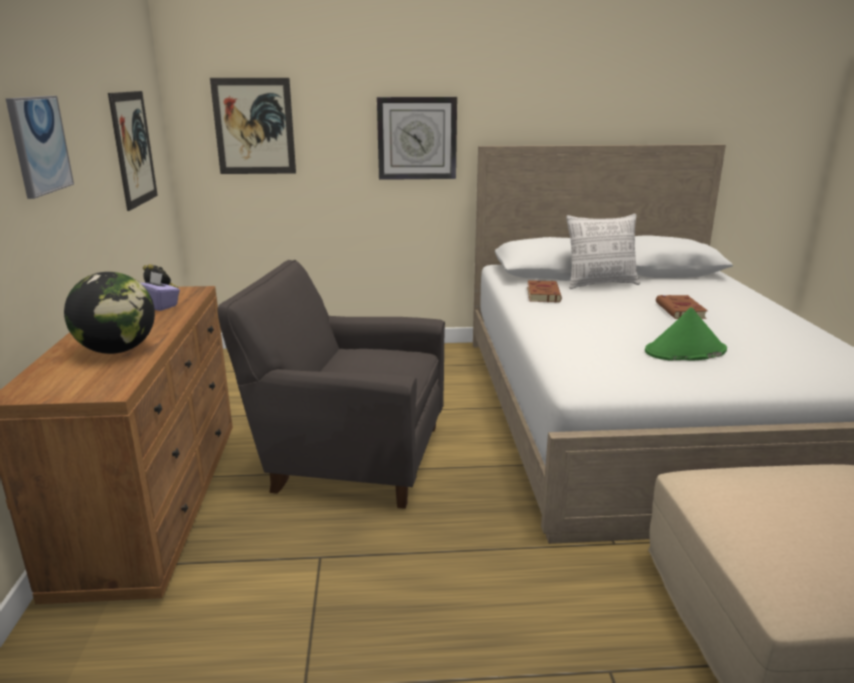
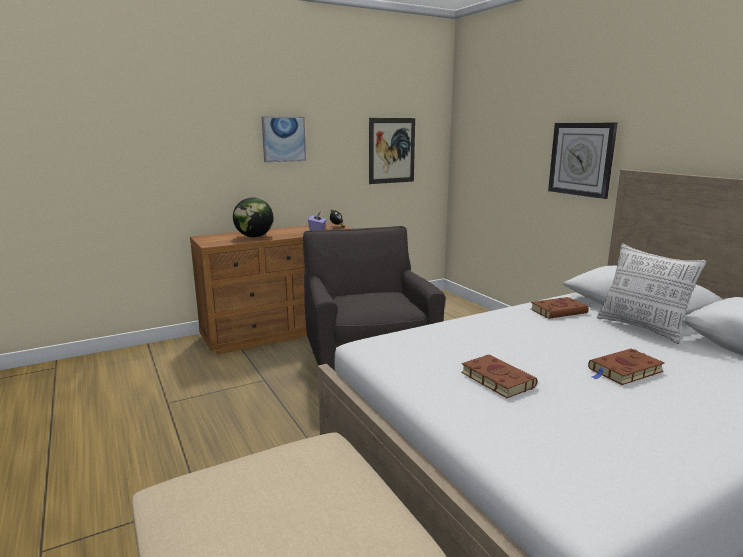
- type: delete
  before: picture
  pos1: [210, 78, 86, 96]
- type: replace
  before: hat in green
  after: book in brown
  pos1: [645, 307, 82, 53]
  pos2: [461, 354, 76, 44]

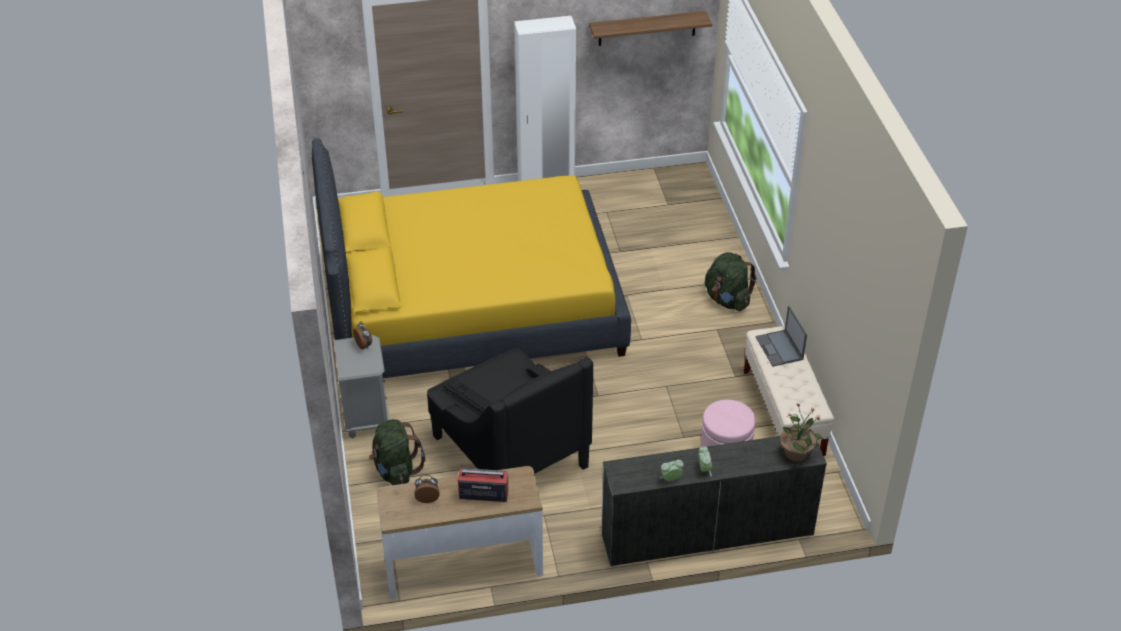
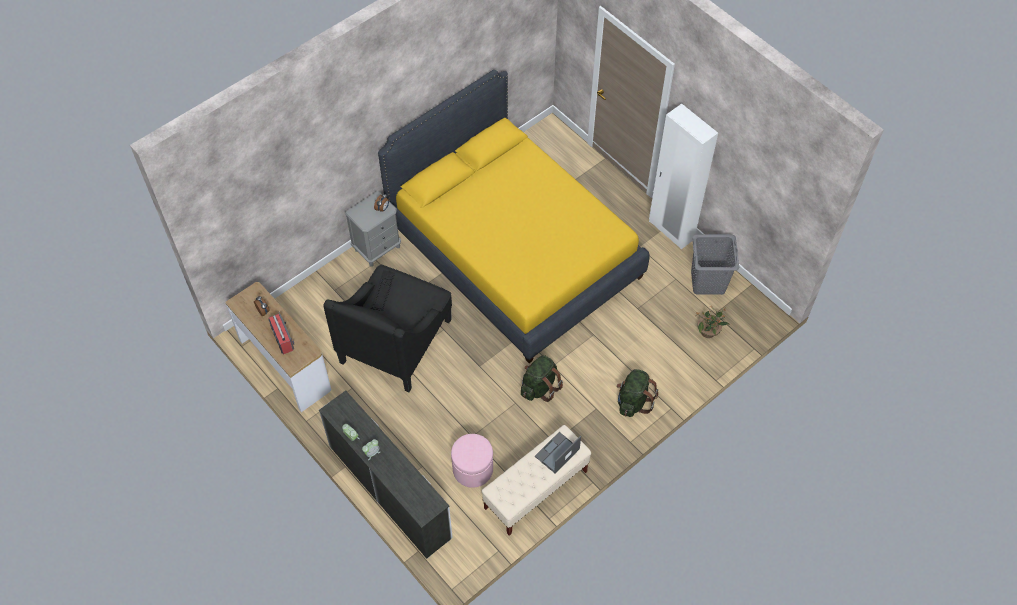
- type: delete
  before: shelf
  pos1: [589, 11, 123, 35]
- type: insert
  after: laundry basket in grey
  pos2: [691, 234, 48, 61]
- type: move
  before: backpack in green
  pos1: [369, 419, 56, 66]
  pos2: [521, 355, 42, 47]
- type: move
  before: potted plant
  pos1: [780, 403, 42, 59]
  pos2: [696, 306, 33, 32]

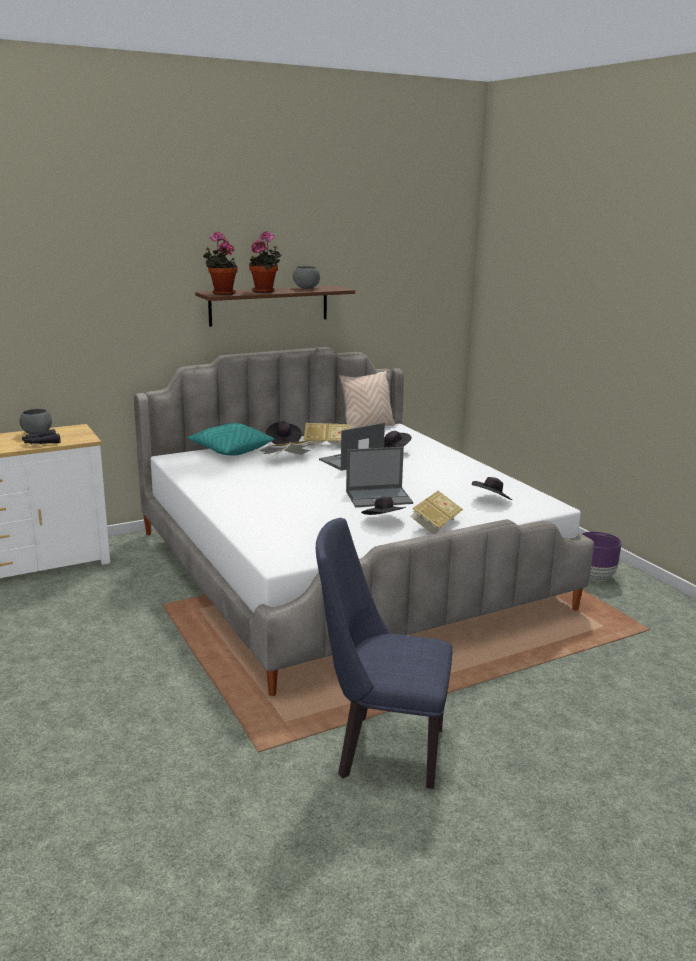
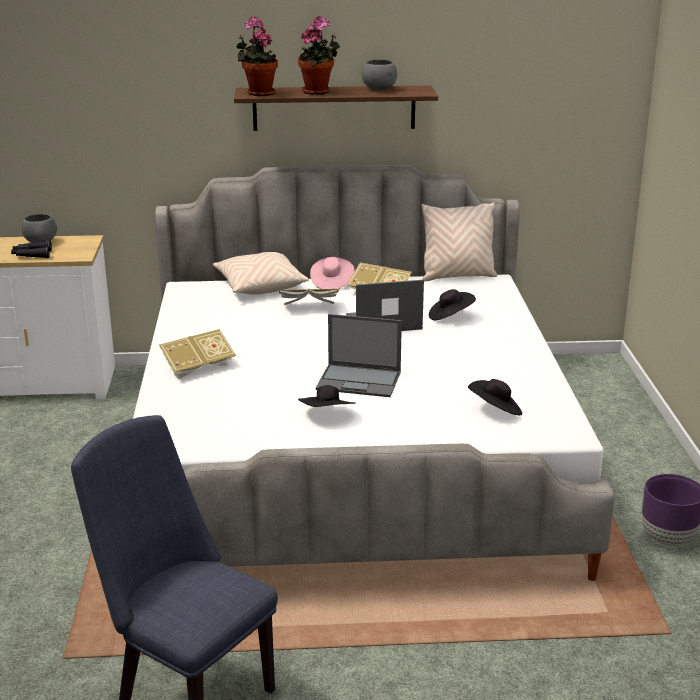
- type: move
  before: book
  pos1: [410, 491, 53, 43]
  pos2: [159, 329, 77, 50]
- type: recolor
  before: pillow in turquoise
  after: pillow in beige
  pos1: [187, 423, 87, 32]
  pos2: [213, 252, 96, 43]
- type: recolor
  before: hat in black
  after: hat in pink
  pos1: [266, 421, 35, 24]
  pos2: [310, 257, 45, 32]

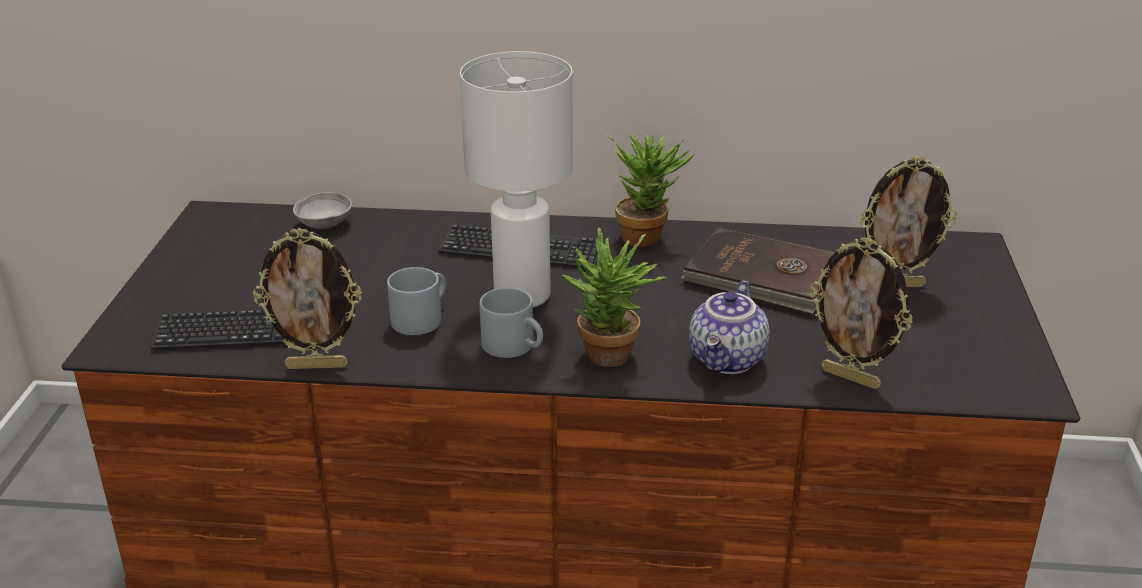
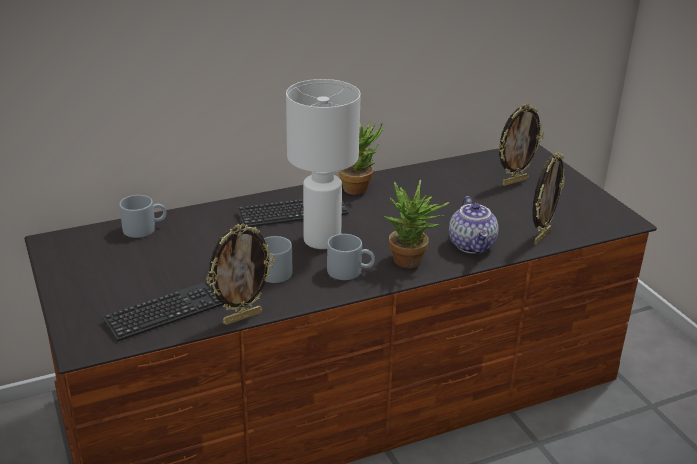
- type: delete
  before: book in brown
  pos1: [681, 227, 154, 87]
- type: replace
  before: bowl in grey
  after: mug in grey
  pos1: [293, 192, 59, 37]
  pos2: [119, 195, 48, 43]
- type: rotate
  before: picture frame
  pos1: [810, 237, 103, 152]
  pos2: [532, 152, 33, 93]
  turn: -60

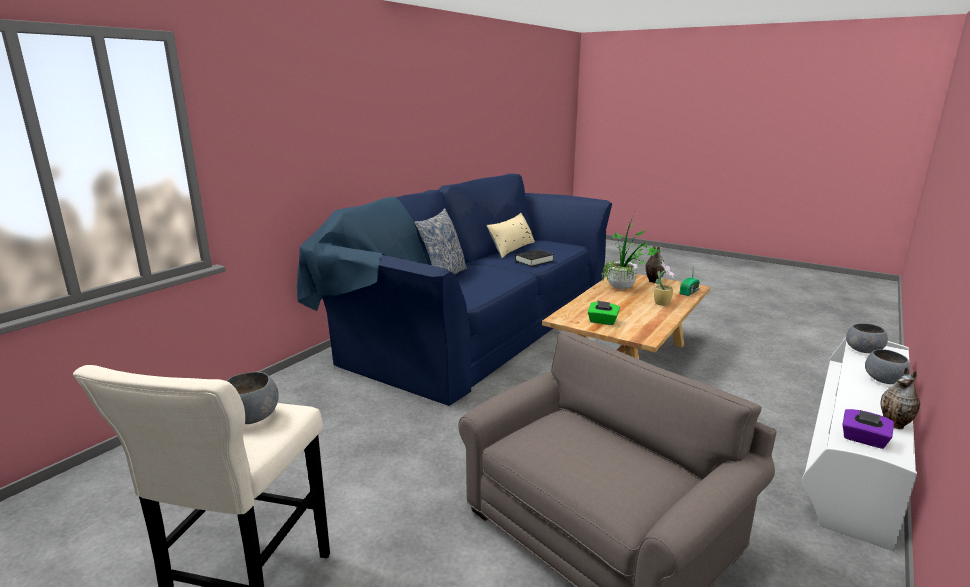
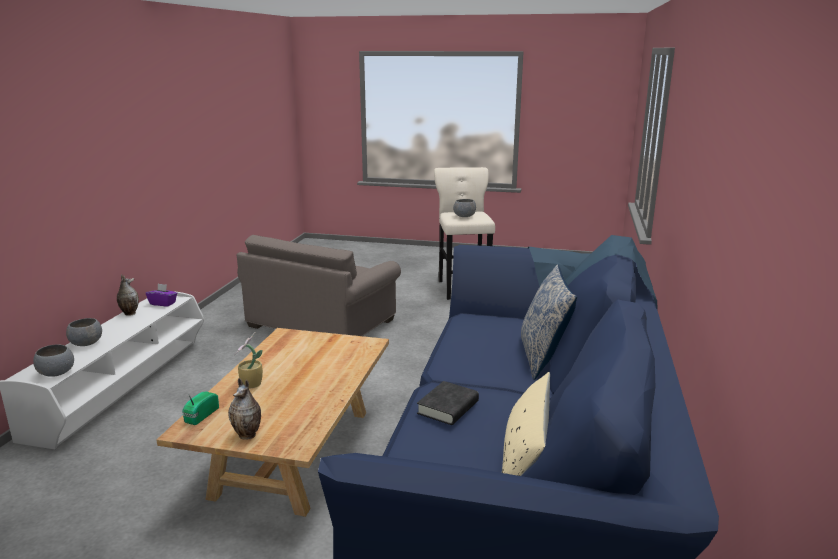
- type: delete
  before: tissue box in green
  pos1: [588, 300, 32, 25]
- type: delete
  before: potted plant
  pos1: [602, 214, 58, 75]

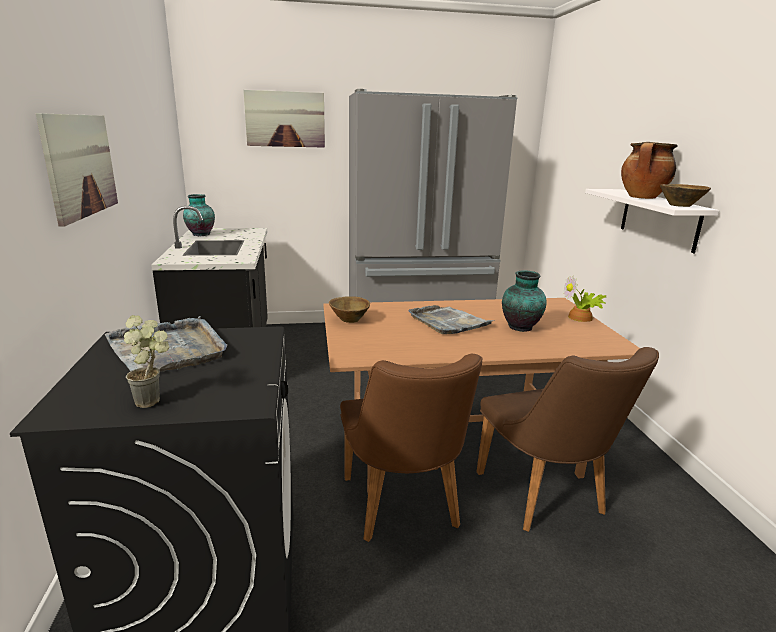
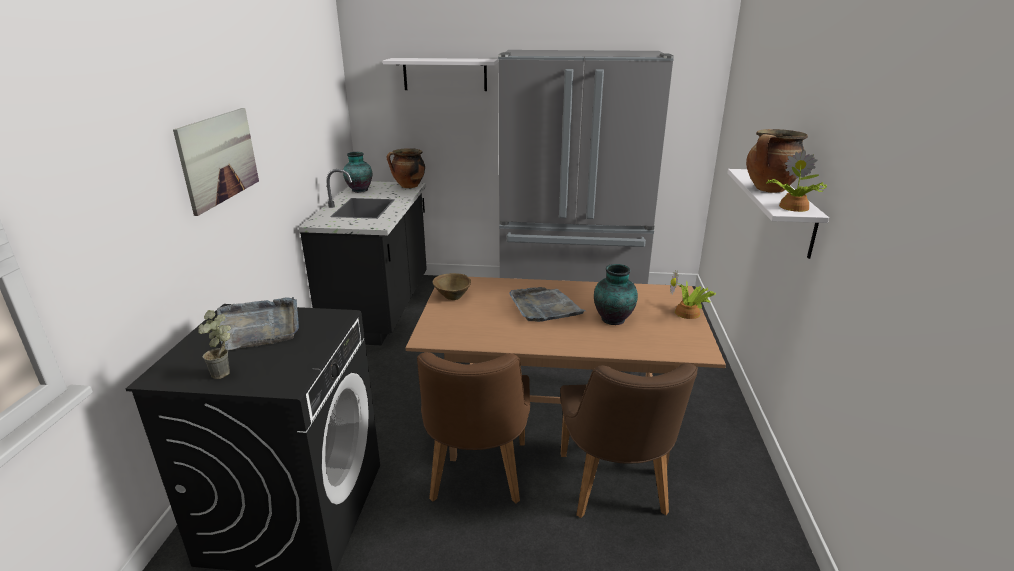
- type: insert
  after: cooking pot
  pos2: [387, 148, 38, 40]
- type: replace
  before: picture
  after: shelf in white
  pos1: [243, 90, 82, 58]
  pos2: [383, 58, 115, 33]
- type: replace
  before: bowl in brown
  after: potted plant
  pos1: [660, 184, 51, 23]
  pos2: [766, 150, 61, 62]

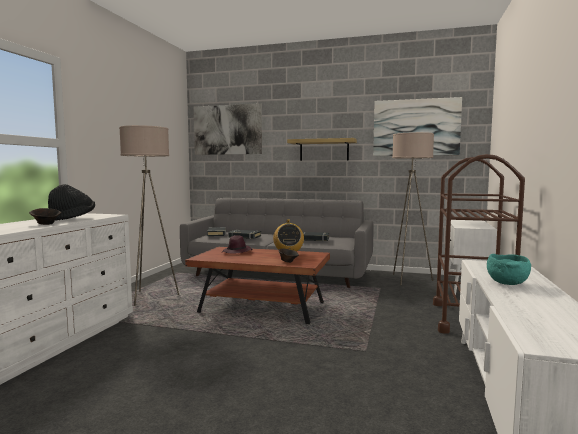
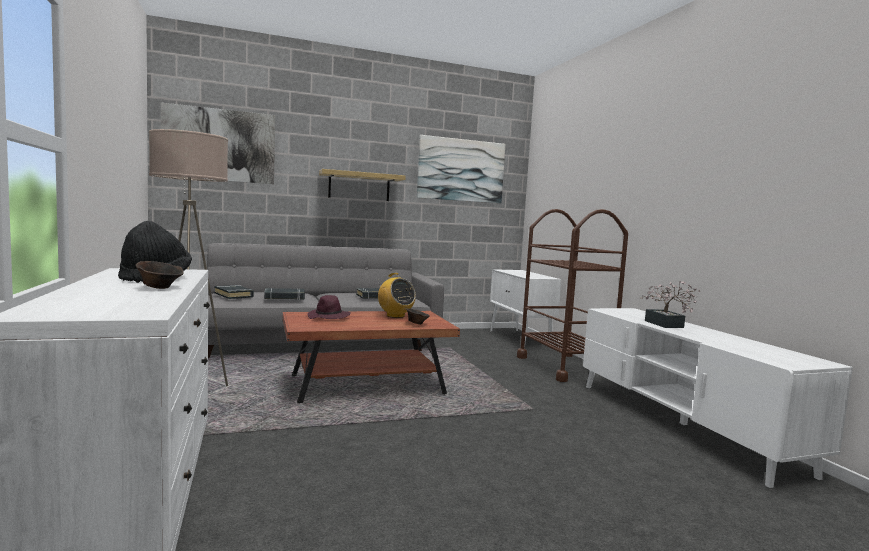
- type: delete
  before: floor lamp in beige
  pos1: [392, 132, 42, 153]
- type: replace
  before: bowl in turquoise
  after: potted plant
  pos1: [487, 254, 44, 31]
  pos2: [640, 281, 60, 47]

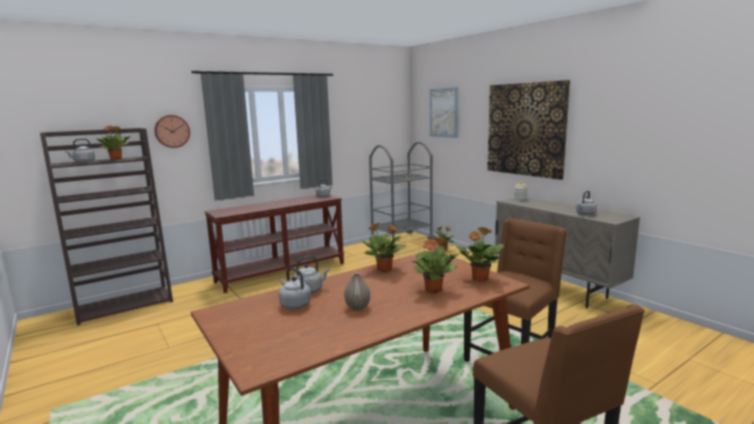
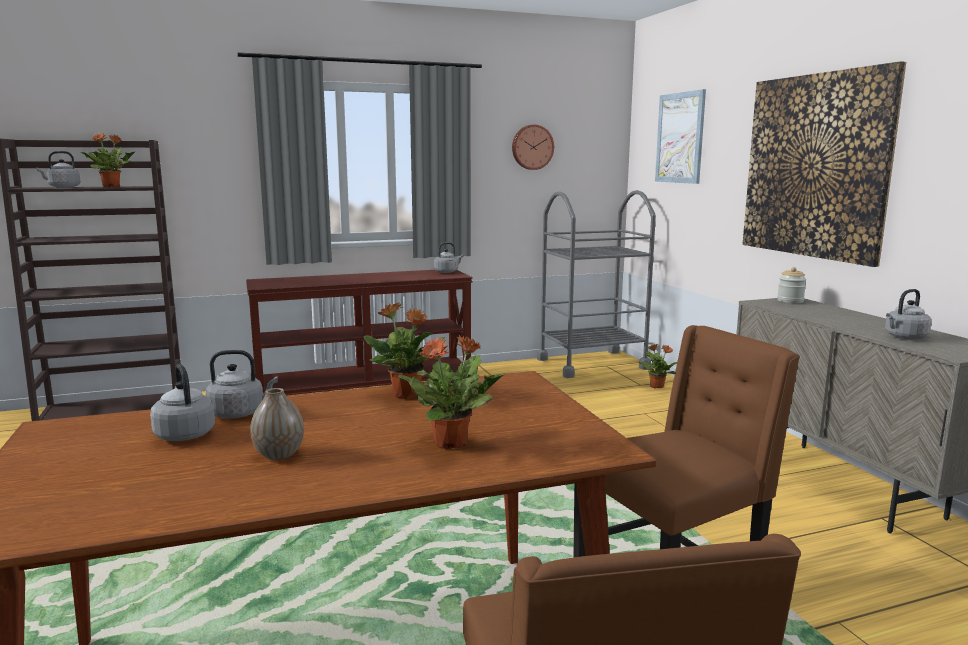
- type: delete
  before: potted plant
  pos1: [456, 227, 48, 55]
- type: move
  before: wall clock
  pos1: [154, 115, 36, 33]
  pos2: [512, 125, 42, 45]

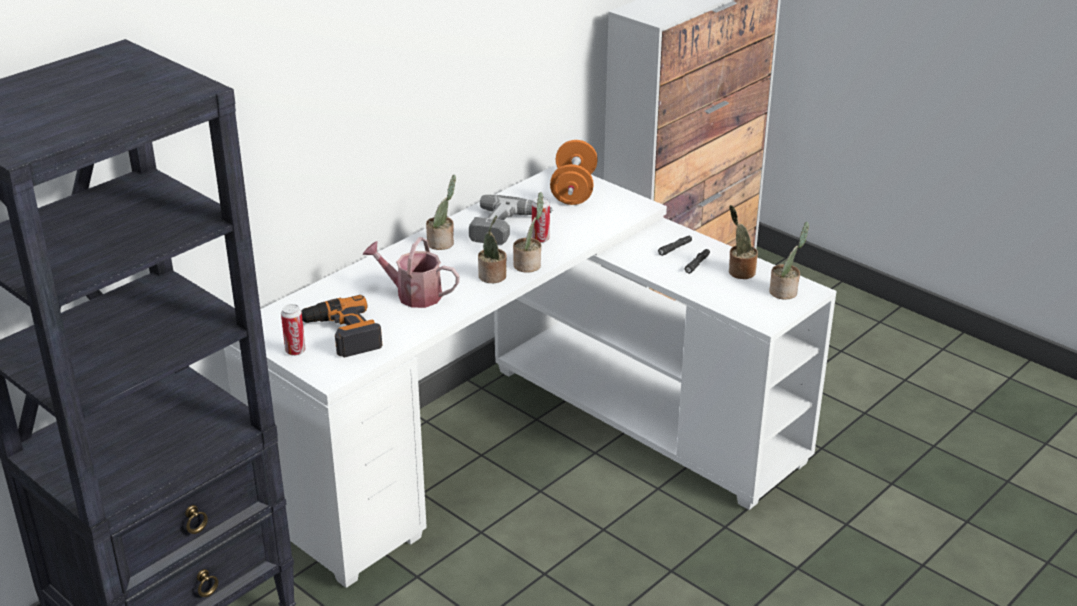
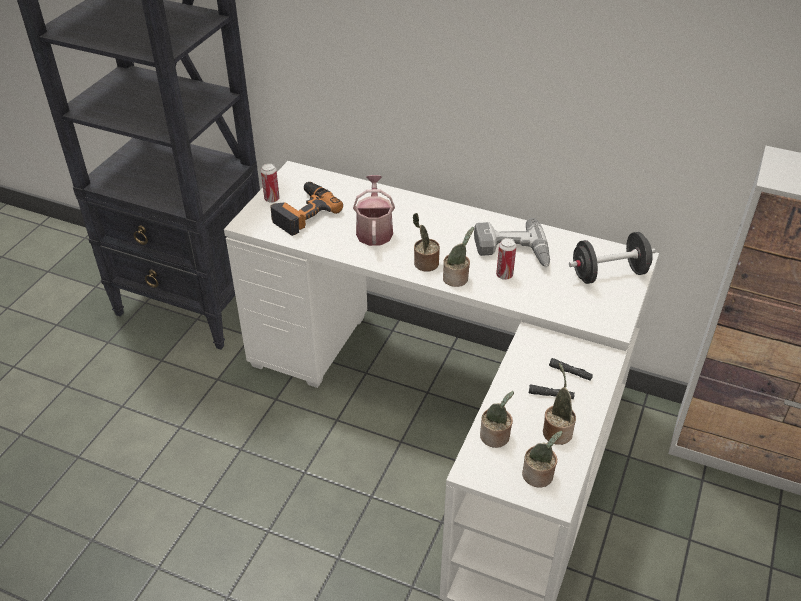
- type: move
  before: potted plant
  pos1: [426, 175, 30, 75]
  pos2: [480, 391, 34, 57]
- type: recolor
  before: dumbbell in orange
  after: dumbbell in black
  pos1: [550, 140, 48, 65]
  pos2: [569, 232, 87, 52]

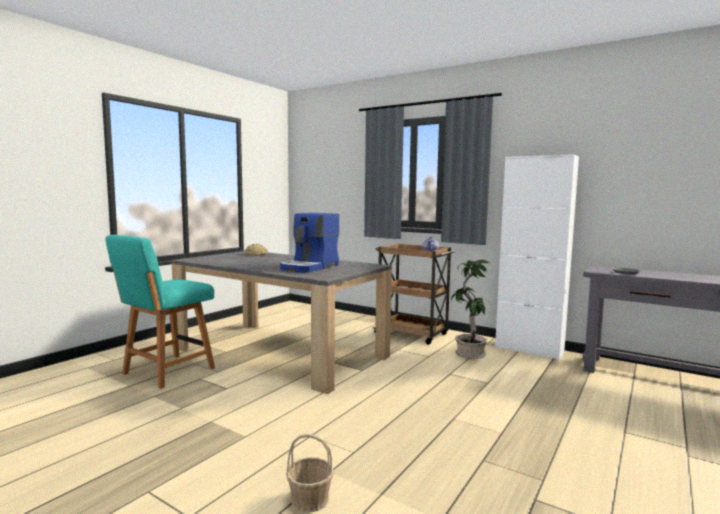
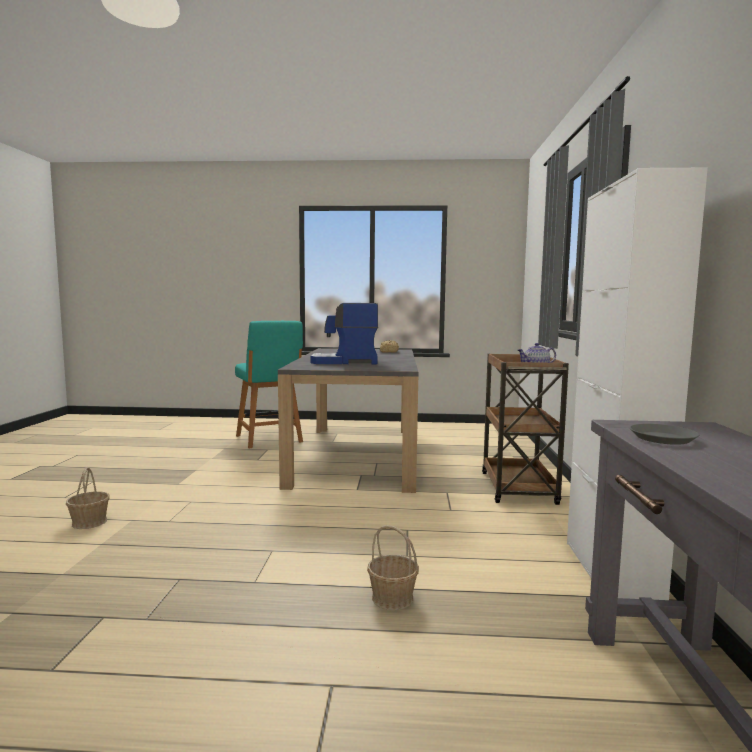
- type: delete
  before: potted plant
  pos1: [451, 260, 39, 99]
- type: insert
  after: basket
  pos2: [367, 525, 52, 85]
- type: rotate
  before: chair in turquoise
  pos1: [106, 235, 109, 154]
  pos2: [235, 321, 68, 127]
  turn: -120

